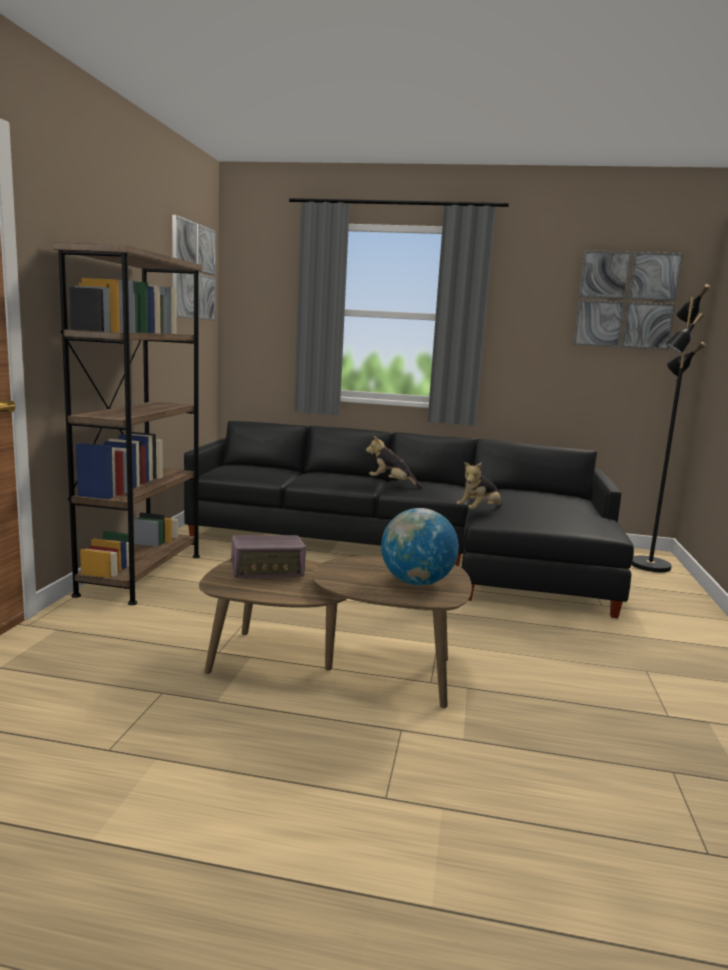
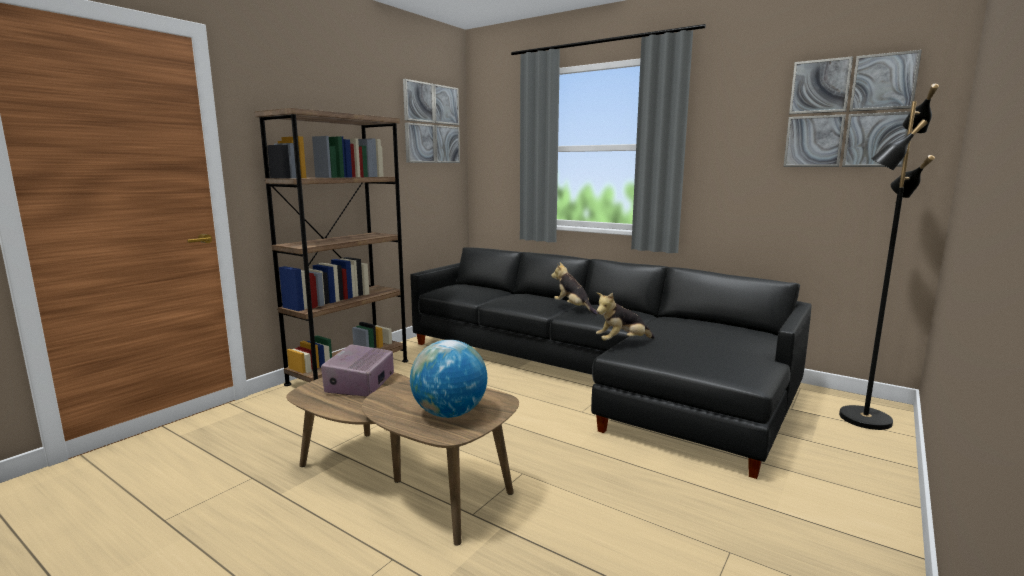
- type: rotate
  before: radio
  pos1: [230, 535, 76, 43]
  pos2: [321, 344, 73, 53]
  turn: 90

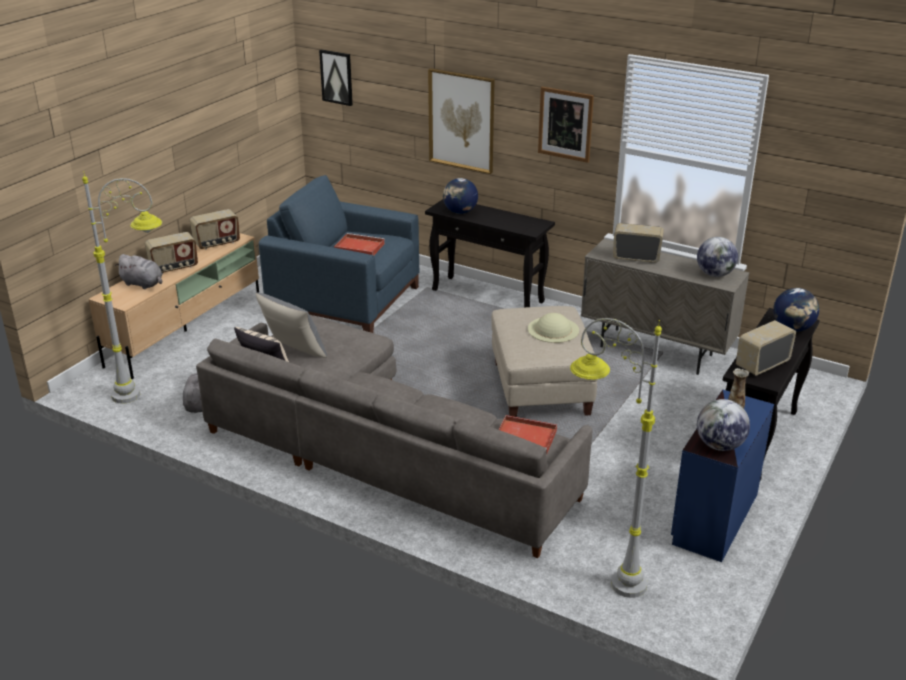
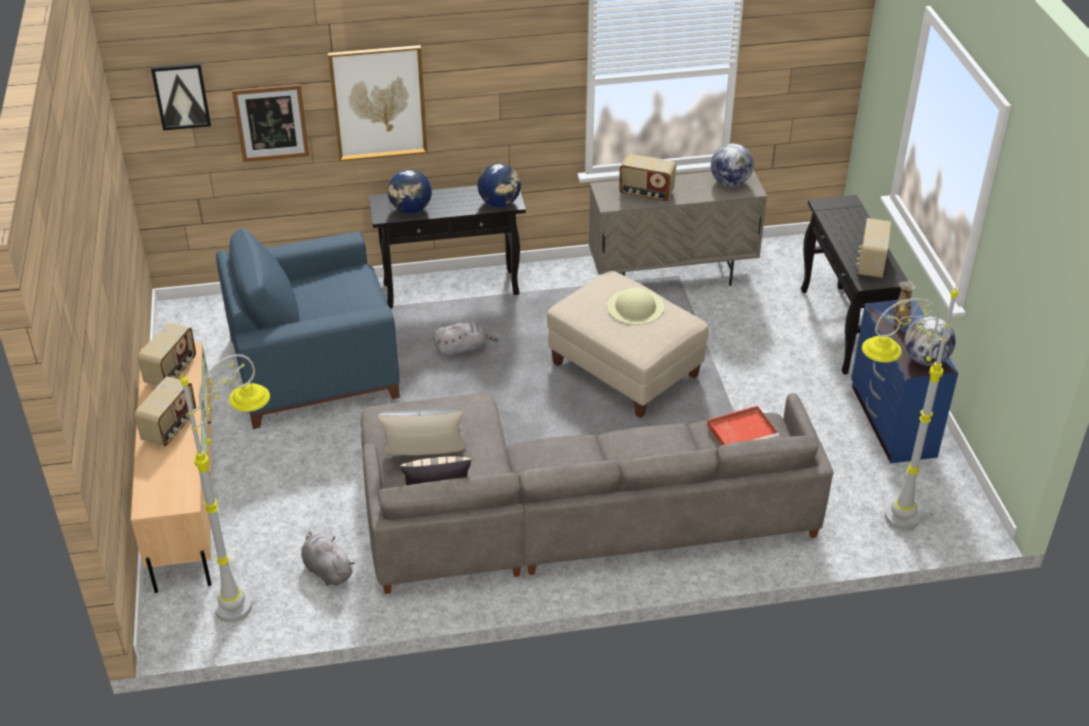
- type: delete
  before: tray in red
  pos1: [334, 233, 51, 22]
- type: move
  before: plush toy in grey
  pos1: [115, 254, 48, 35]
  pos2: [433, 322, 65, 36]
- type: move
  before: picture
  pos1: [538, 87, 56, 76]
  pos2: [232, 84, 77, 78]
- type: move
  before: globe
  pos1: [773, 288, 46, 44]
  pos2: [478, 163, 43, 44]
- type: rotate
  before: radio
  pos1: [613, 223, 51, 40]
  pos2: [619, 154, 57, 47]
  turn: -135

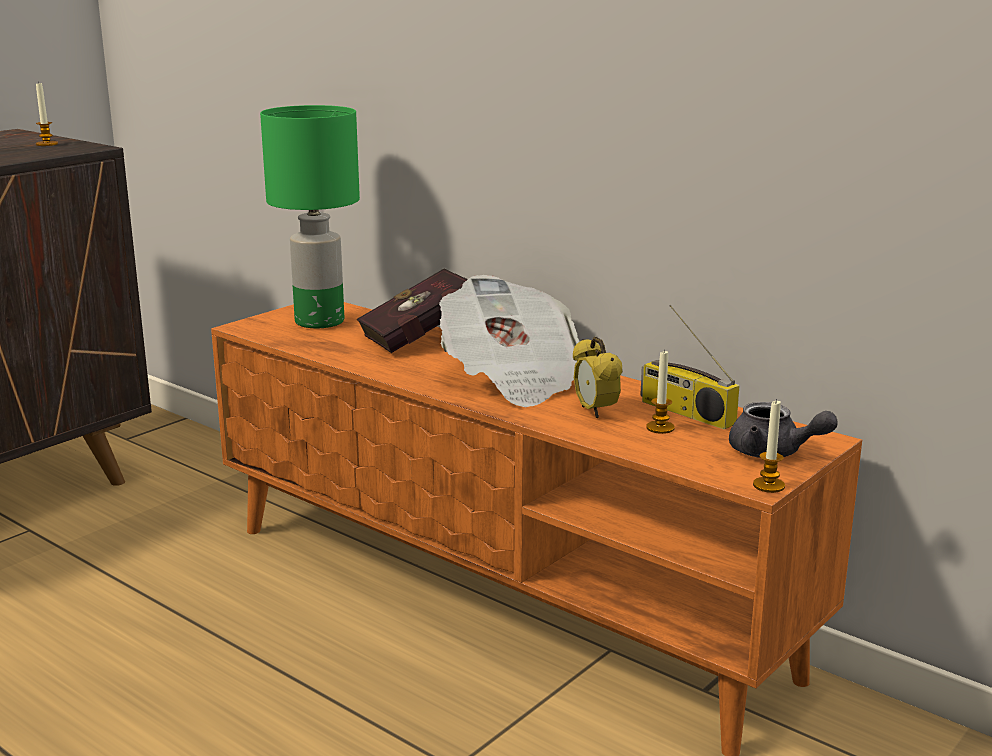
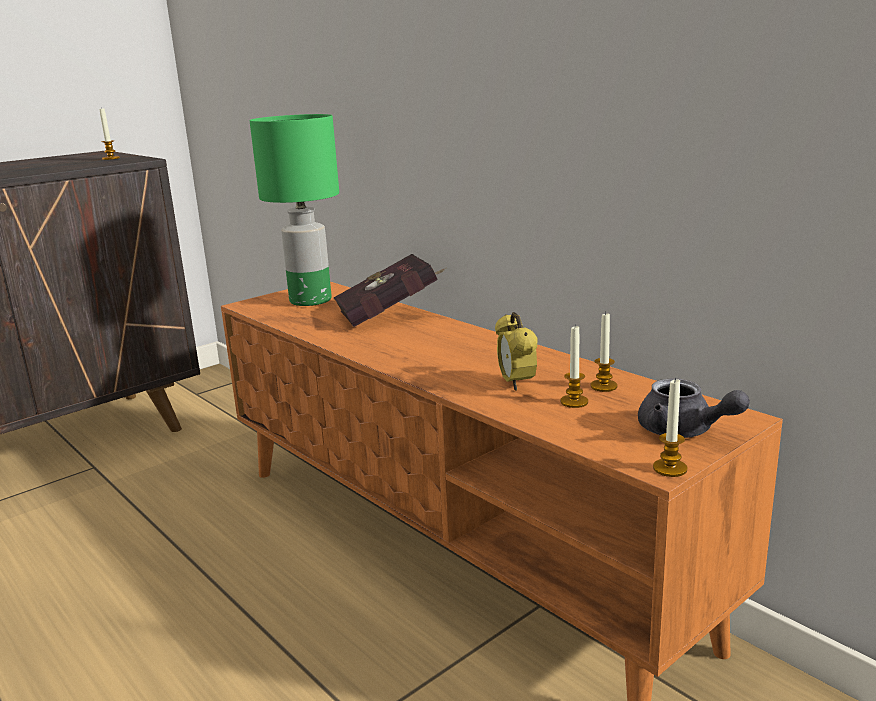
- type: delete
  before: newspaper
  pos1: [439, 275, 140, 132]
- type: replace
  before: radio
  after: candle
  pos1: [640, 305, 99, 124]
  pos2: [590, 313, 28, 79]

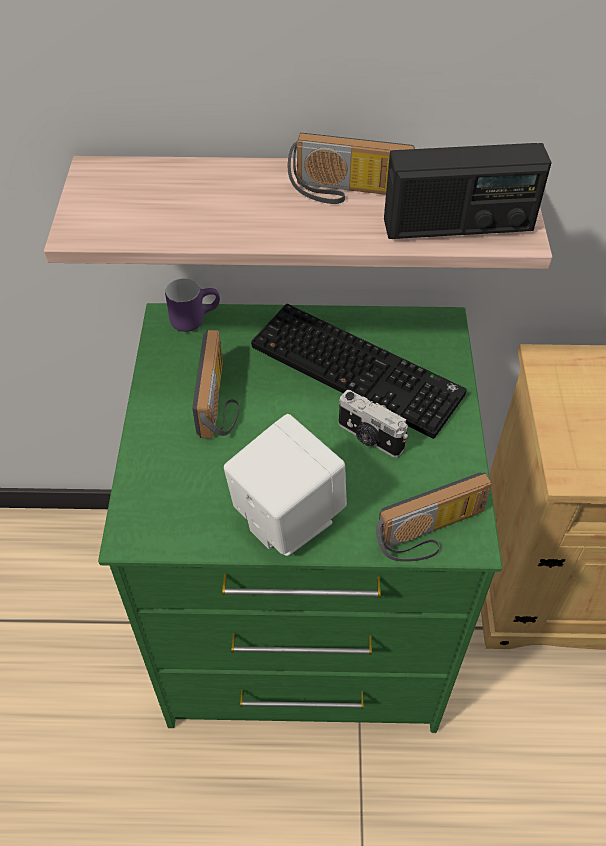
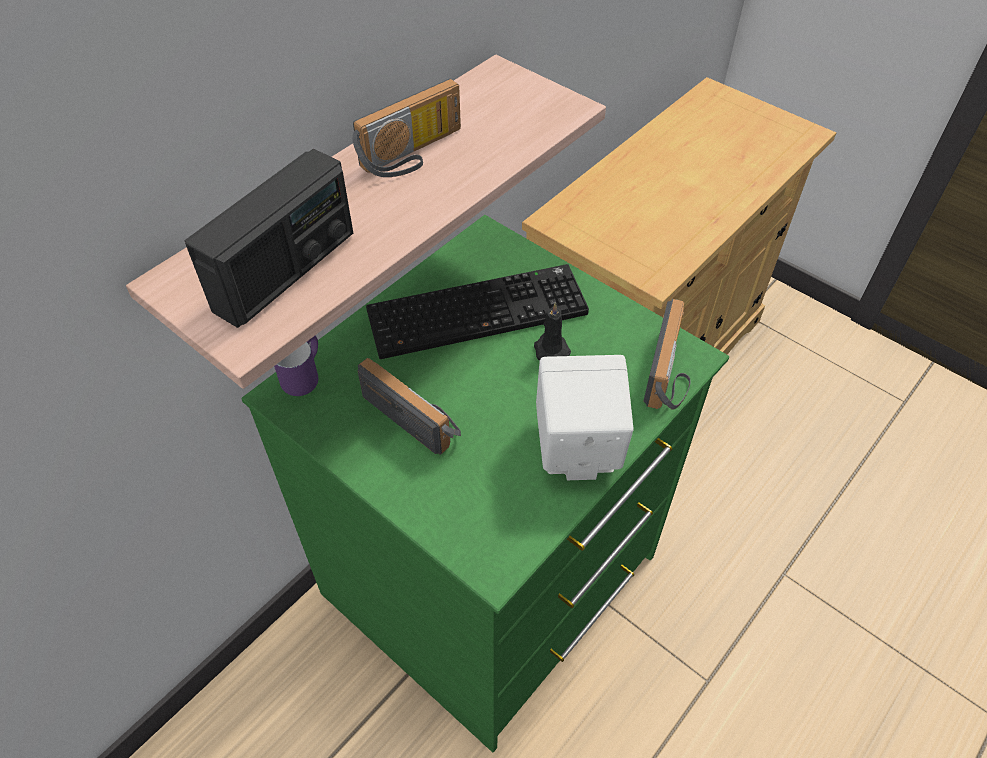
- type: move
  before: radio
  pos1: [384, 143, 168, 96]
  pos2: [184, 149, 169, 179]
- type: replace
  before: photo camera
  after: candle in black
  pos1: [339, 390, 69, 68]
  pos2: [534, 302, 37, 59]

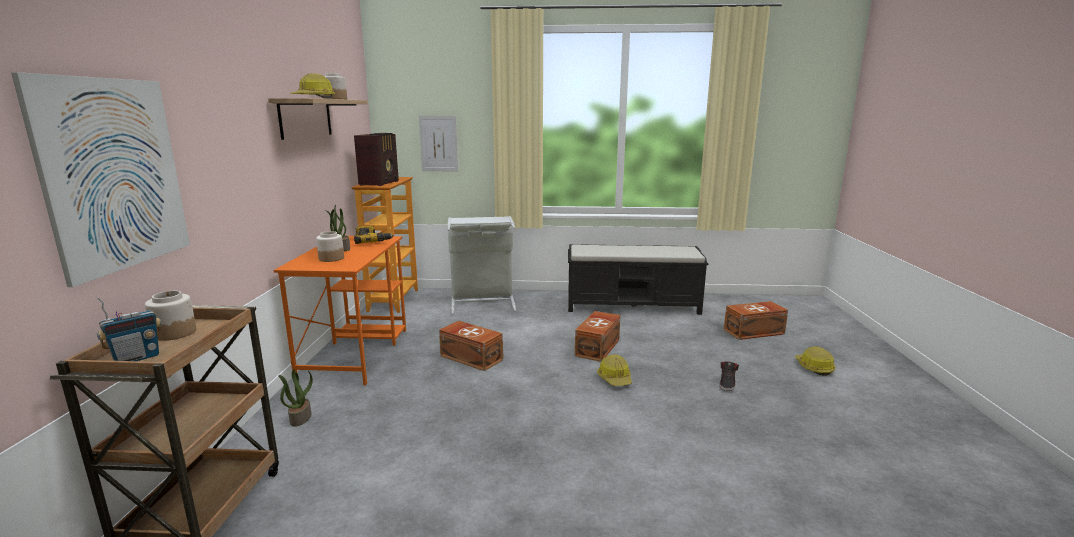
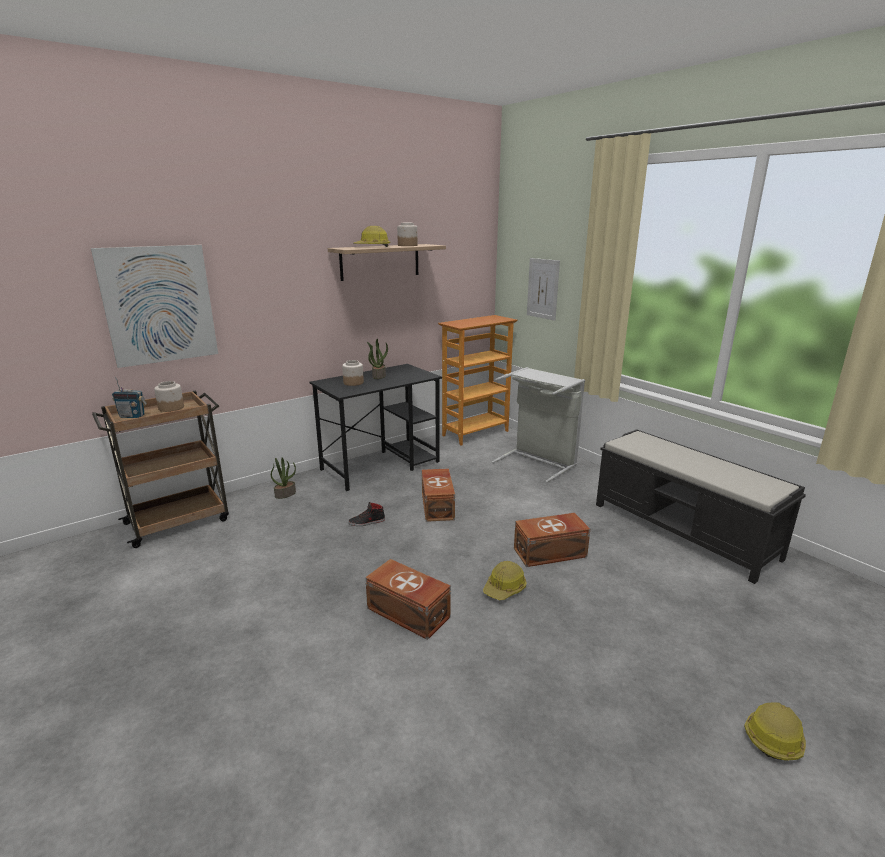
- type: delete
  before: radio
  pos1: [354, 133, 45, 53]
- type: delete
  before: power drill
  pos1: [354, 226, 40, 18]
- type: move
  before: shoe in black
  pos1: [720, 362, 19, 29]
  pos2: [348, 502, 37, 24]
- type: move
  before: storage box in brown
  pos1: [724, 301, 64, 39]
  pos2: [365, 559, 86, 81]
- type: recolor
  before: desk in orange
  after: desk in black
  pos1: [274, 236, 132, 149]
  pos2: [310, 364, 132, 127]

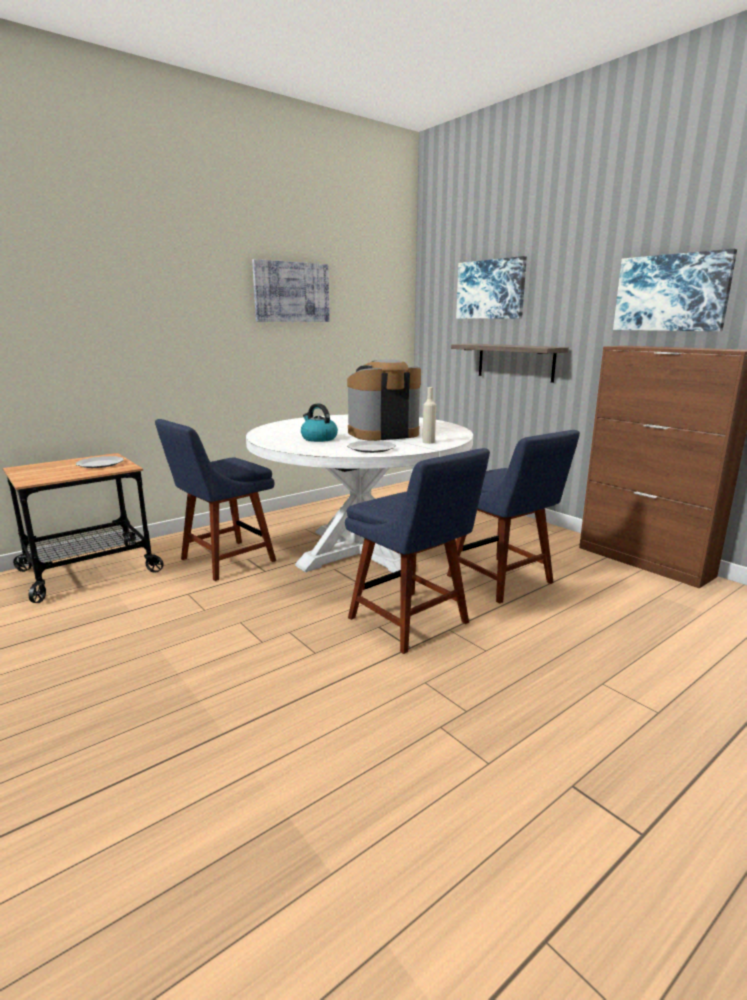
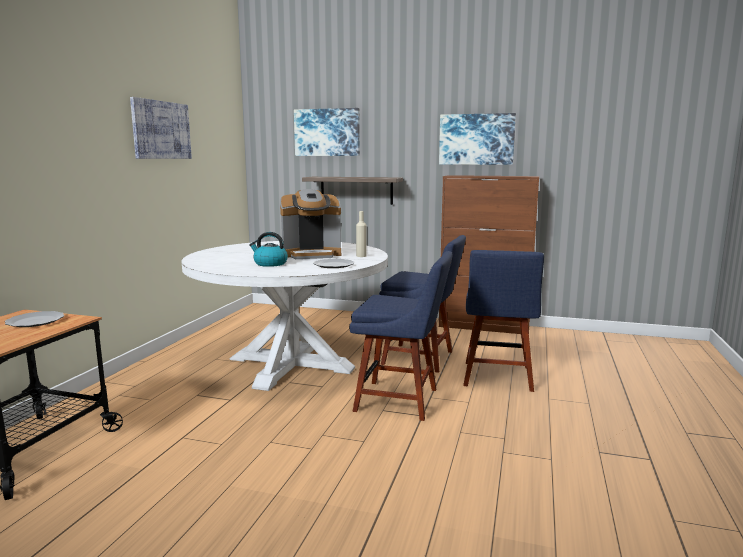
- type: move
  before: chair in blue
  pos1: [155, 419, 121, 162]
  pos2: [463, 250, 81, 142]
- type: rotate
  before: coffee machine
  pos1: [347, 359, 74, 82]
  pos2: [280, 189, 61, 70]
  turn: -135

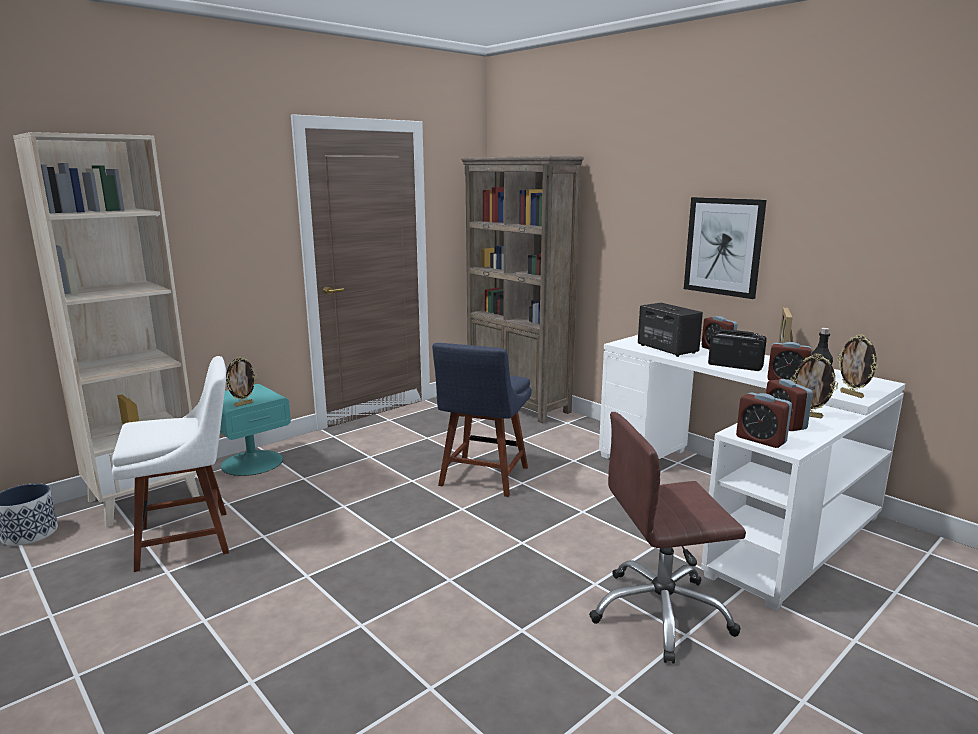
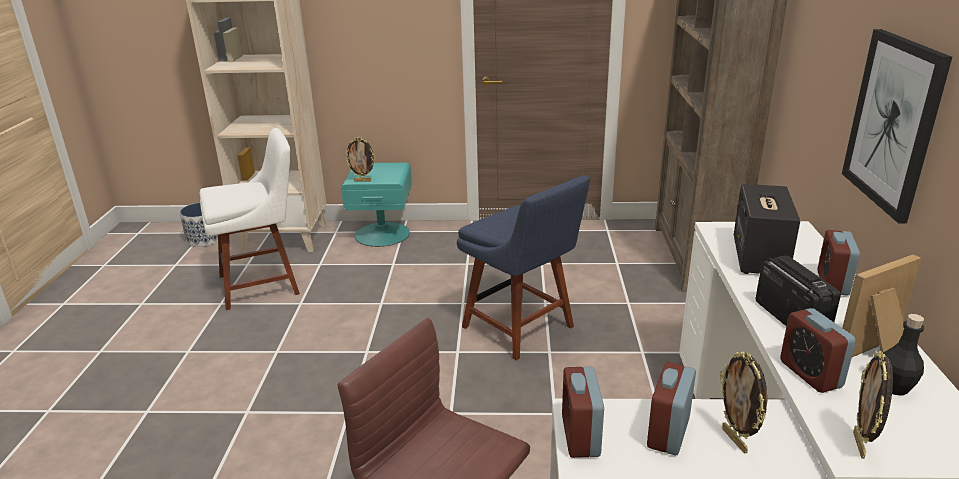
- type: rotate
  before: chair in white
  pos1: [112, 356, 117, 216]
  pos2: [200, 128, 100, 182]
  turn: -45
- type: rotate
  before: chair in blue
  pos1: [432, 343, 100, 154]
  pos2: [457, 175, 133, 185]
  turn: -105

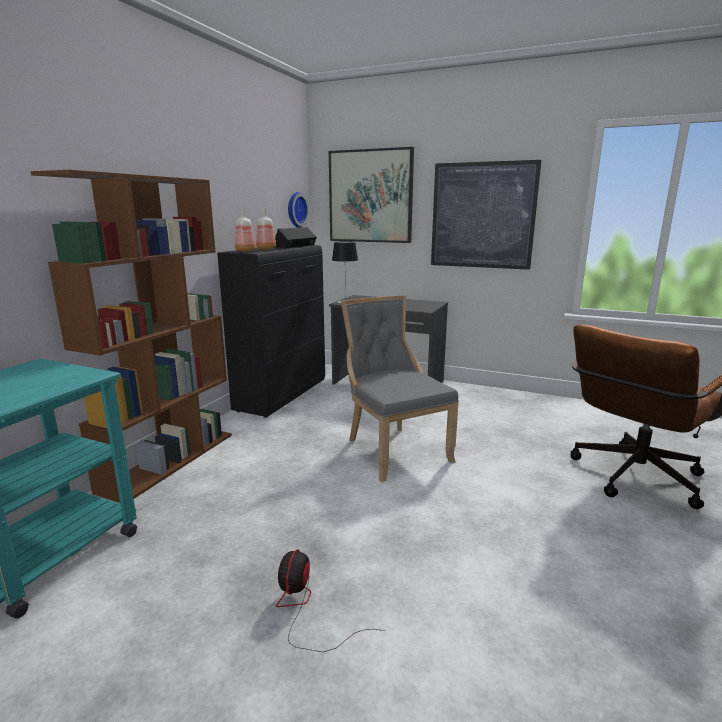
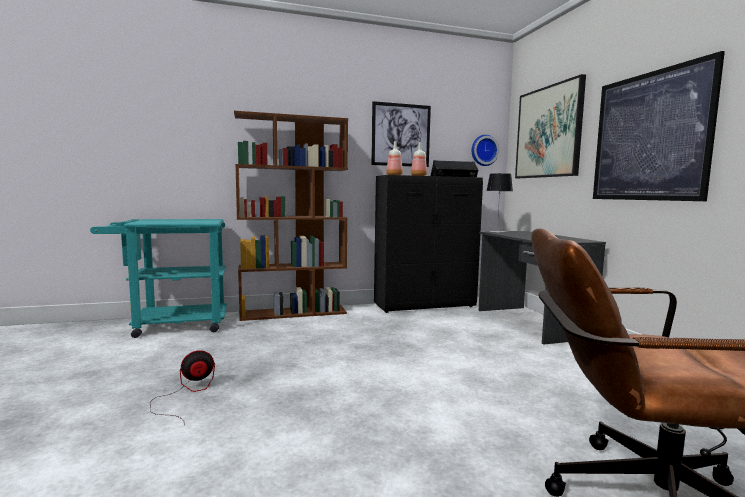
- type: delete
  before: chair in grey
  pos1: [341, 296, 118, 187]
- type: insert
  after: picture
  pos2: [371, 101, 60, 66]

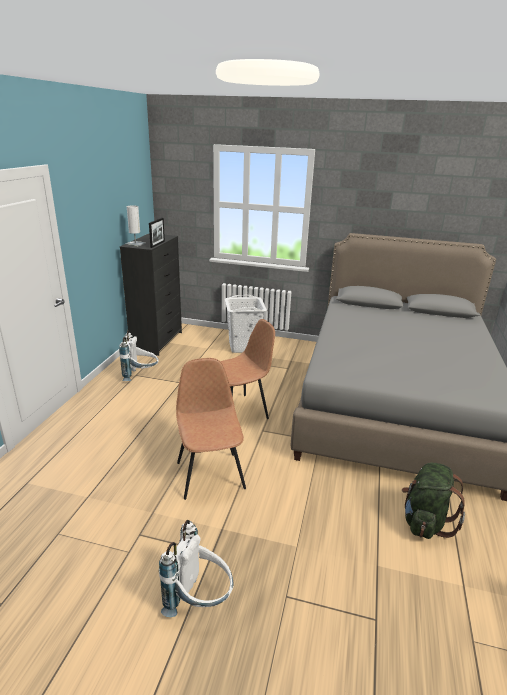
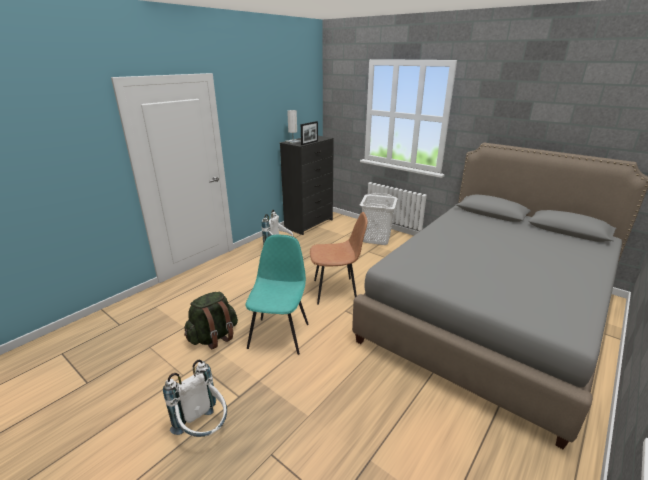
- type: move
  before: backpack in green
  pos1: [402, 463, 63, 76]
  pos2: [184, 292, 54, 57]
- type: recolor
  before: chair in brown
  after: chair in turquoise
  pos1: [176, 358, 70, 142]
  pos2: [245, 235, 63, 120]

